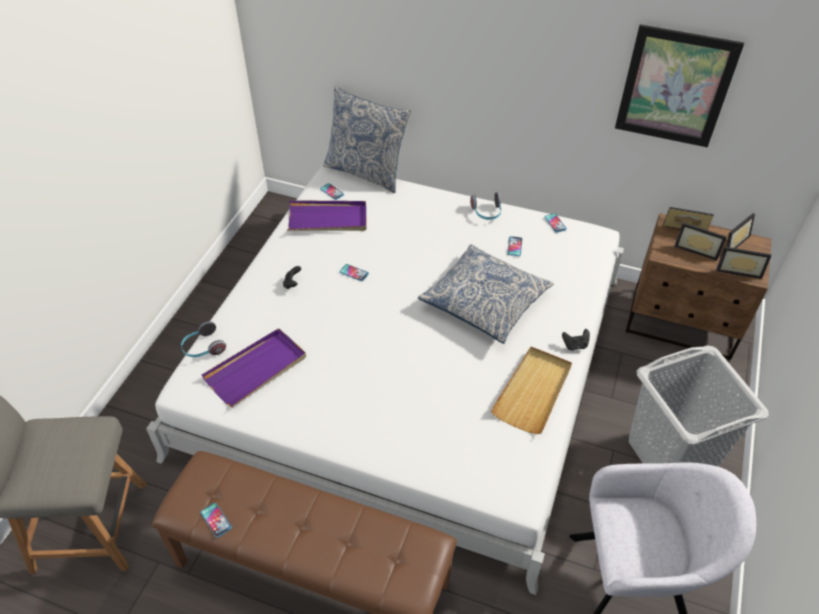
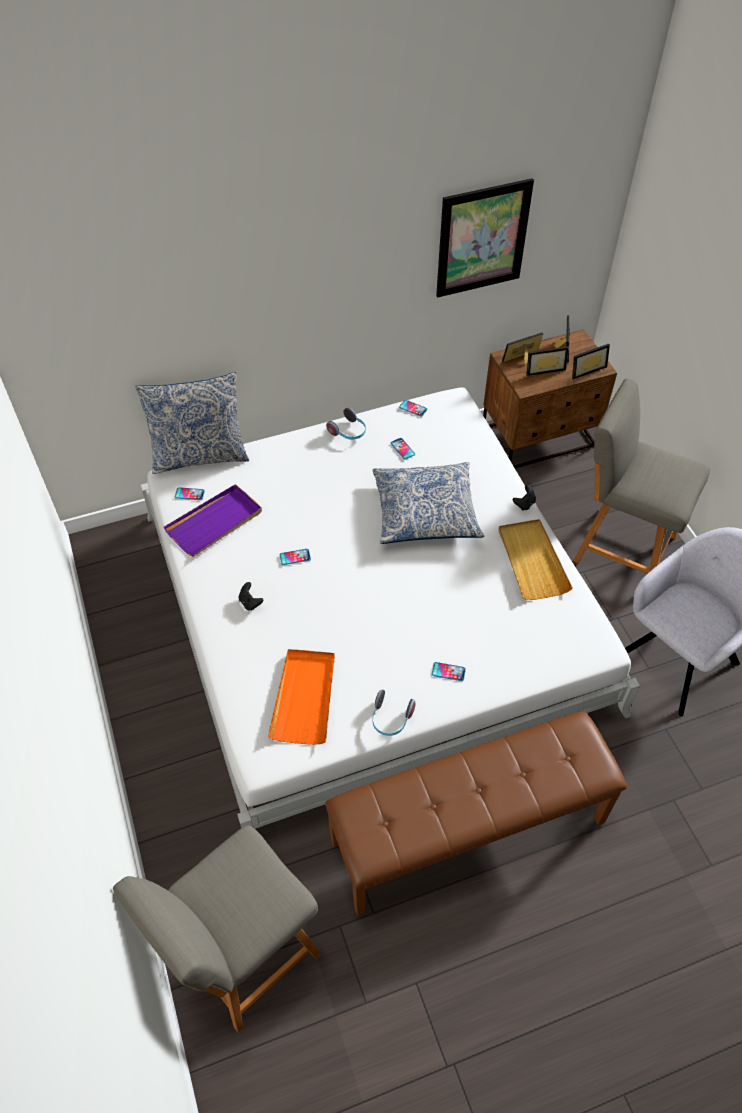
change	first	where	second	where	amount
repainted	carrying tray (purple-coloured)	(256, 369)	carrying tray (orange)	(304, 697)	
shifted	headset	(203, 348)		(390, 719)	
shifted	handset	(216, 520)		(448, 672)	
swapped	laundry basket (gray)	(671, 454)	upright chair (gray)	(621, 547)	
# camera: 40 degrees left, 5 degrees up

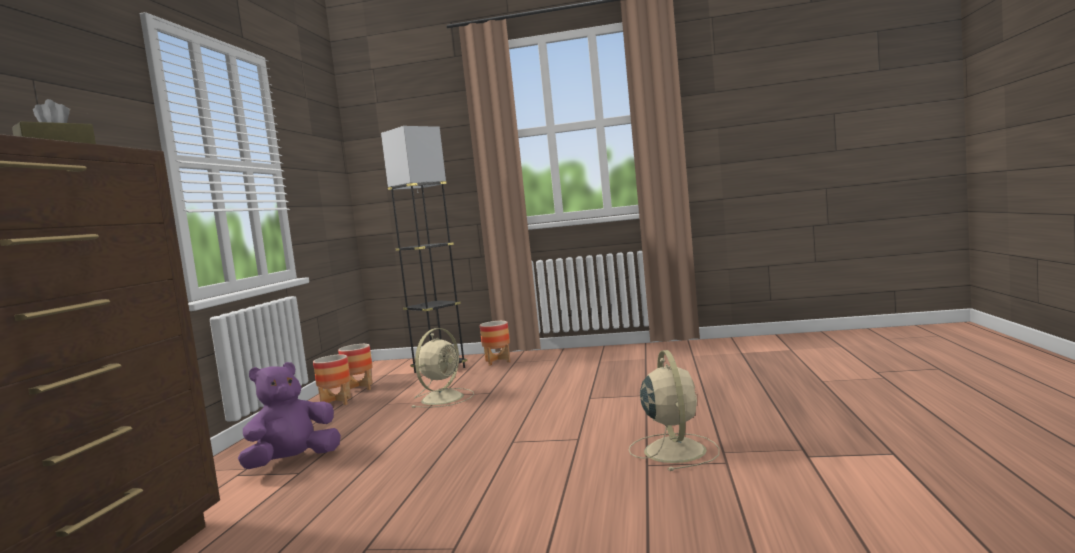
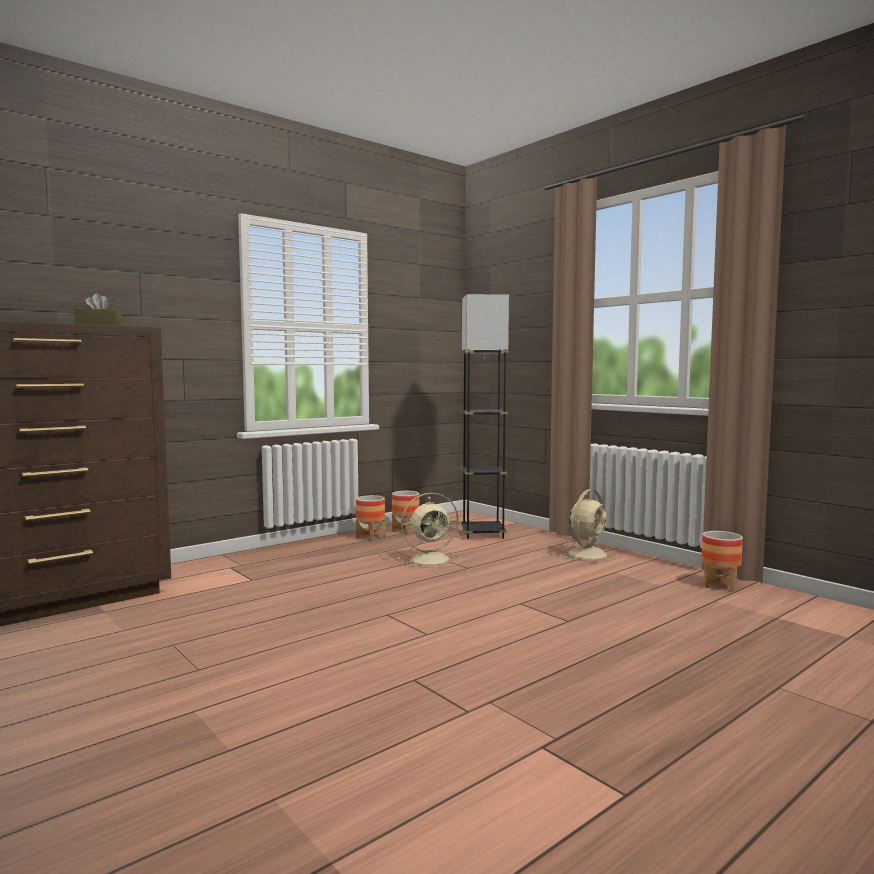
change	first	where	second	where	amount
shifted	electric fan (sand-coloured)	(674, 450)		(588, 554)	
shifted	flower pot	(498, 361)		(720, 585)	
gone	cuddly toy (purple-coloured)	(292, 461)			
# camera: 40 degrees right, 0 degrees up

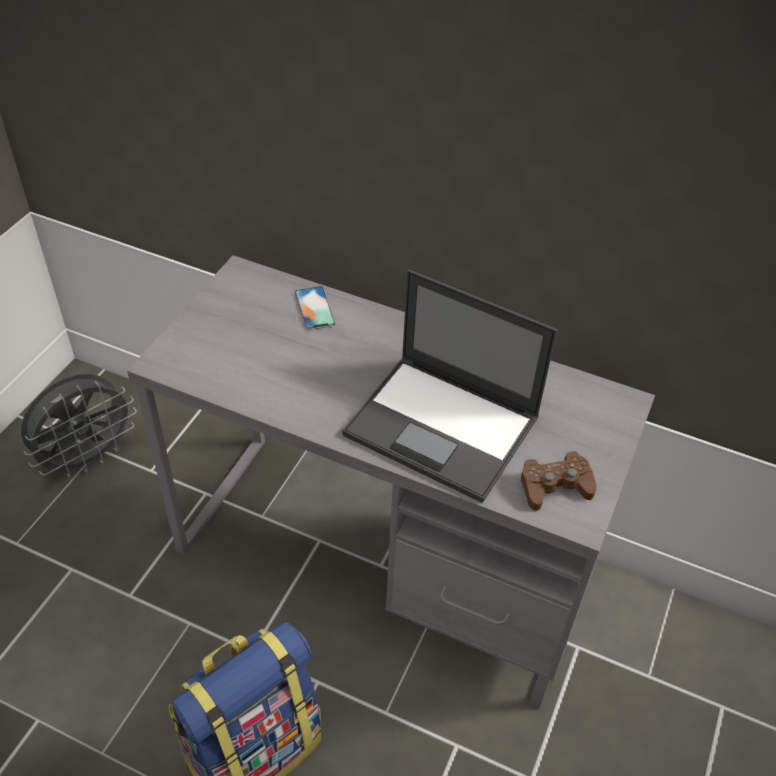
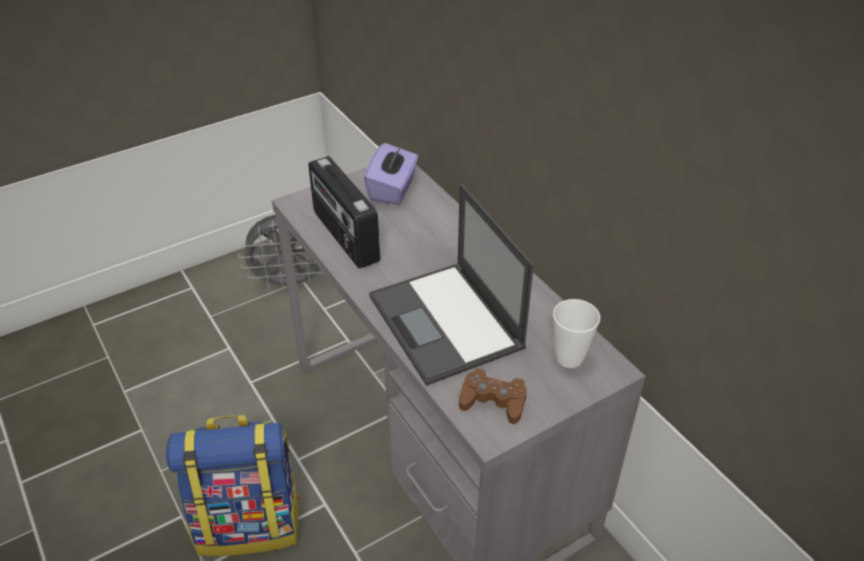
change	first	where	second	where	amount
new			radio set	(344, 237)	
new			box of tissues (purple-coloured)	(393, 189)	
new			cup	(569, 358)	
gone	handset	(314, 308)			
# camera: 35 degrees right, 5 degrees down

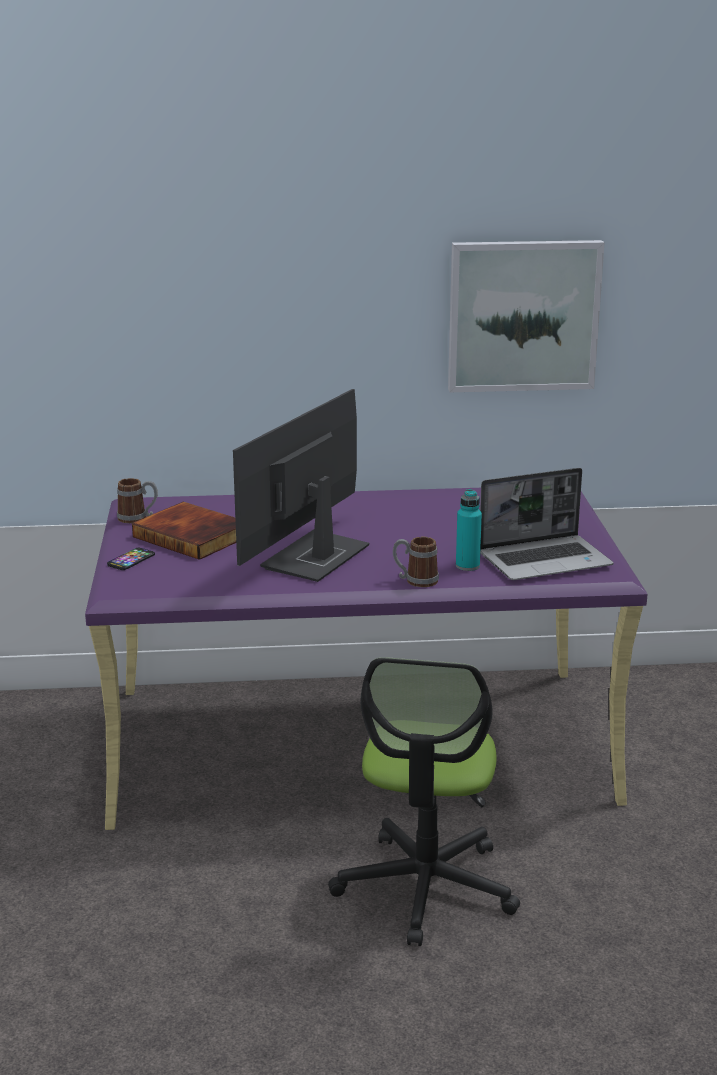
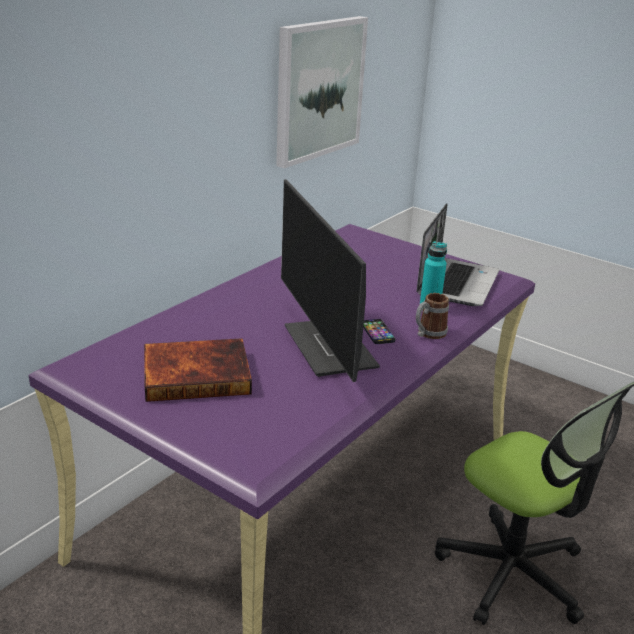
change	first	where	second	where	amount
shifted	handset	(131, 560)		(377, 332)	
gone	mug	(138, 518)			
# camera: 50 degrees left, 5 degrees up

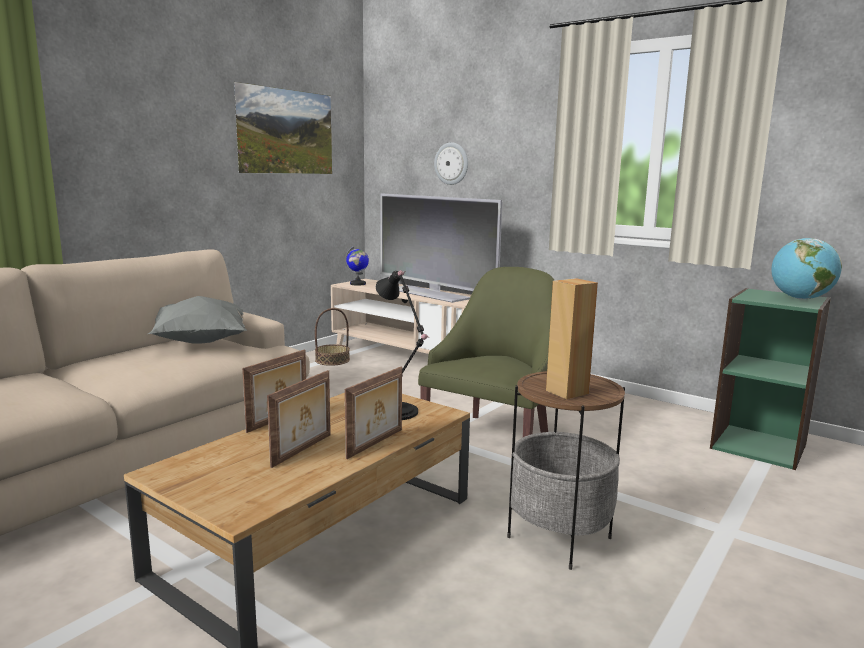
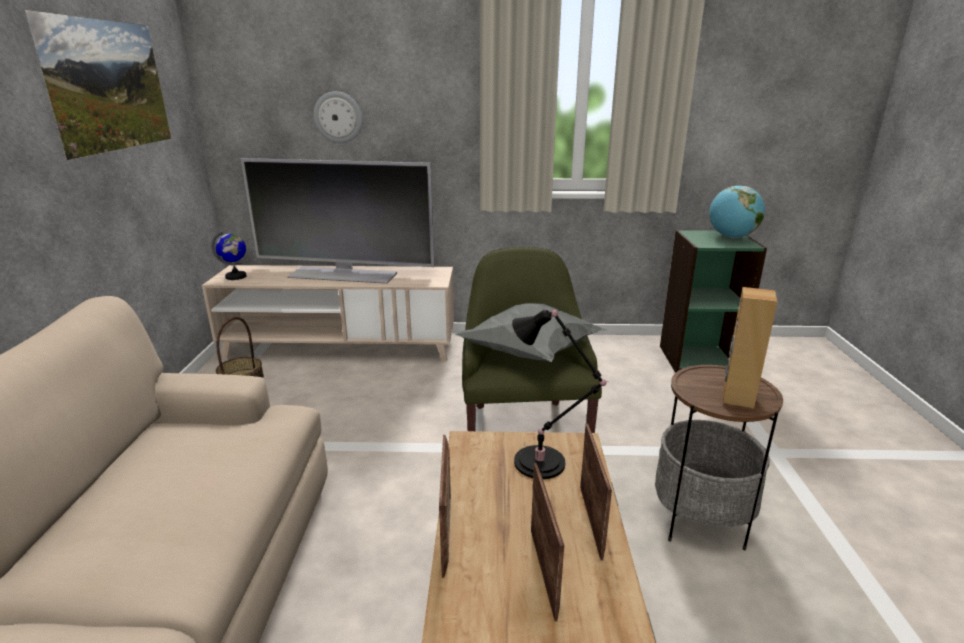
change	first	where	second	where	amount
shifted	cushion (gray)	(200, 344)		(532, 355)	
# camera: 35 degrees left, 10 degrees up

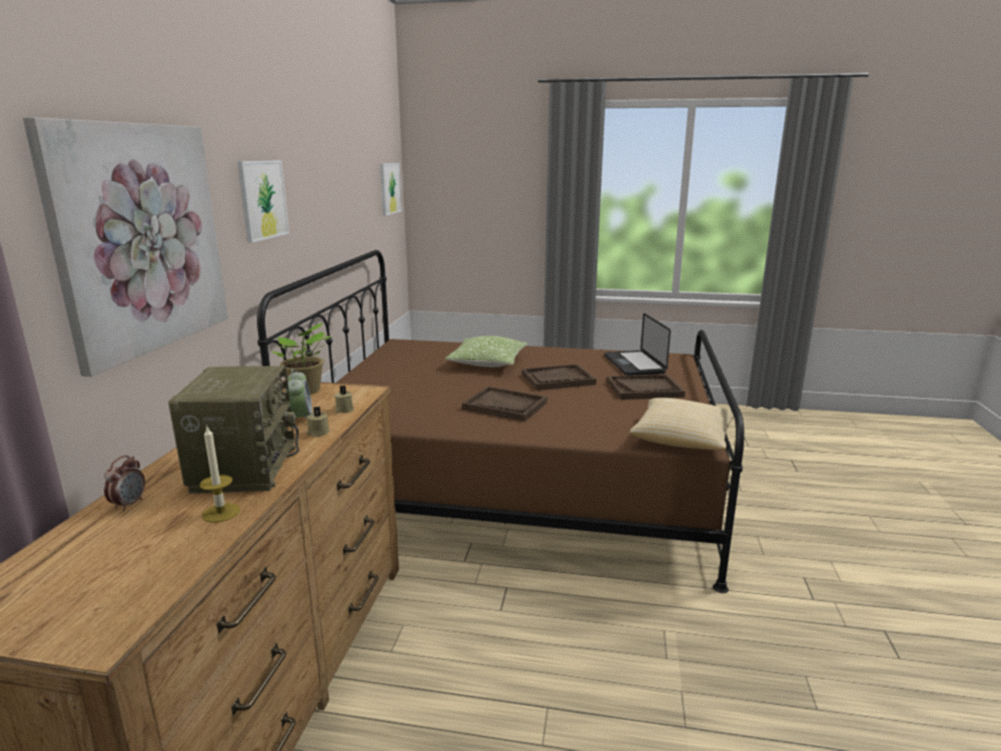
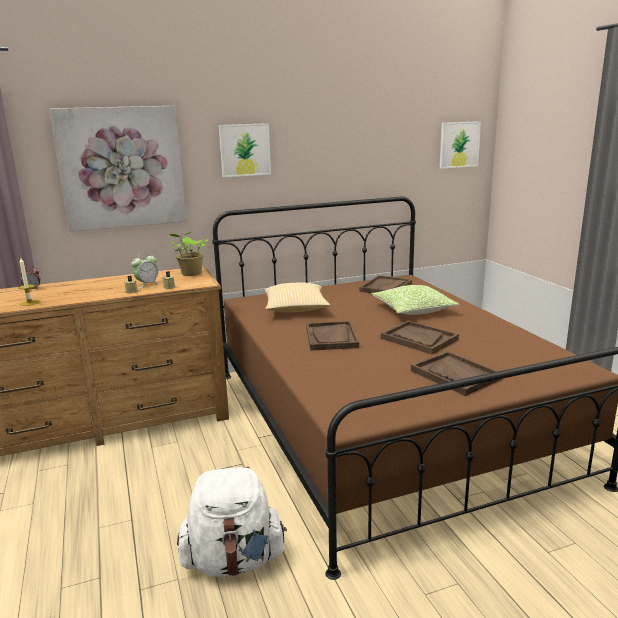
change	first	where	second	where	amount
new			backpack (whitish)	(233, 560)	
shifted	cushion	(682, 440)		(295, 309)	
new			carrying tray (brown-coloured)	(386, 287)	
gone	radio set	(243, 467)			
gone	portable computer	(634, 364)			
# camera: 60 degrees right, 0 degrees up

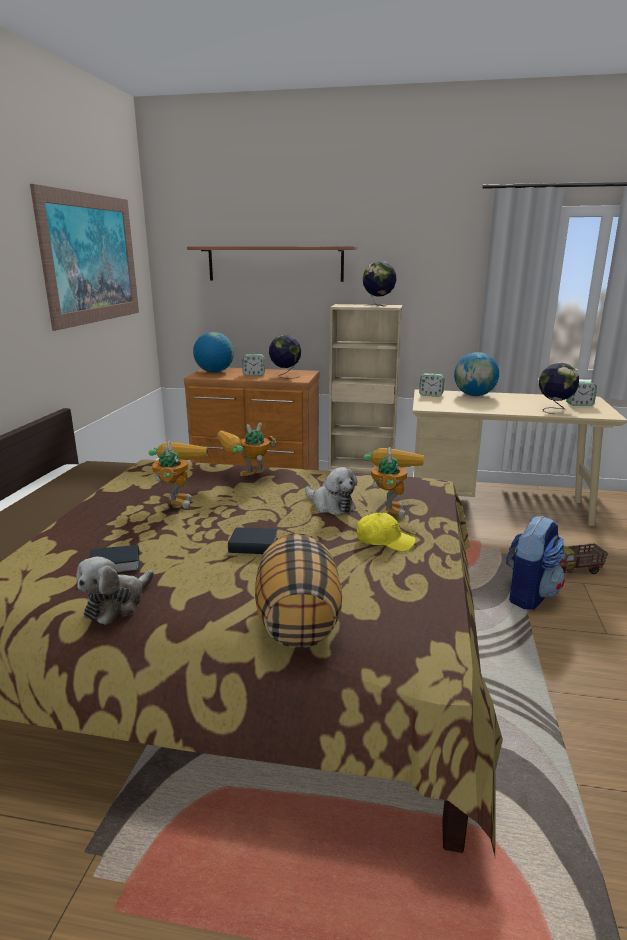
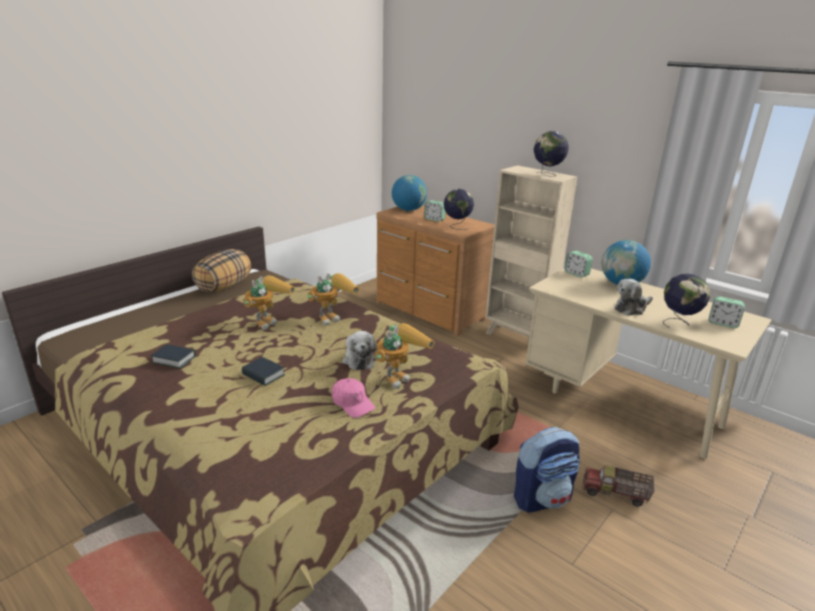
change	first	where	second	where	amount
shifted	cushion	(297, 620)		(224, 286)	
rotated	toy robot	(246, 479)		(333, 317)	135 degrees clockwise
repainted	baseball cap (yellow-coloured)	(384, 541)	baseball cap (pink-coloured)	(352, 403)	
shifted	cuddly toy	(117, 604)		(631, 308)	
gone	picture	(92, 258)			
gone	bracket shelf	(275, 263)			
# camera: 30 degrees right, 5 degrees up

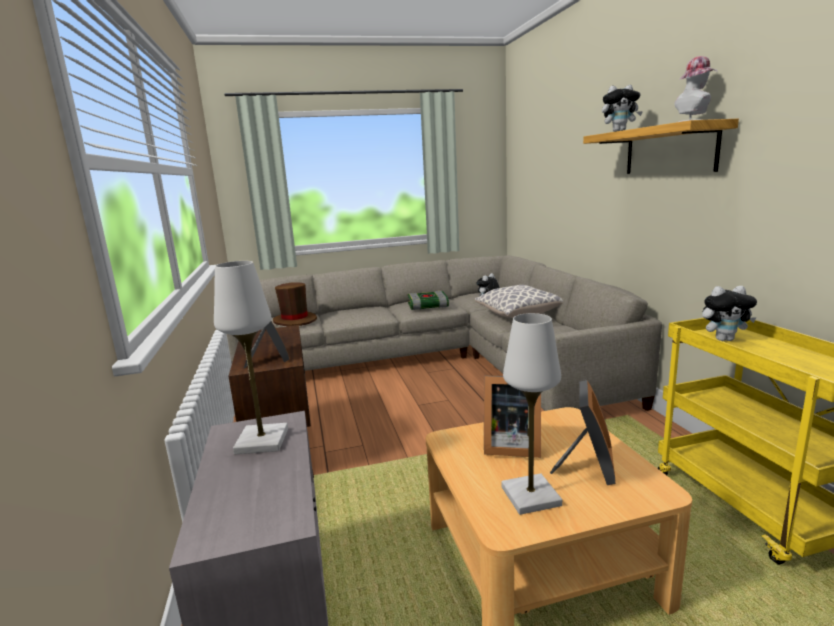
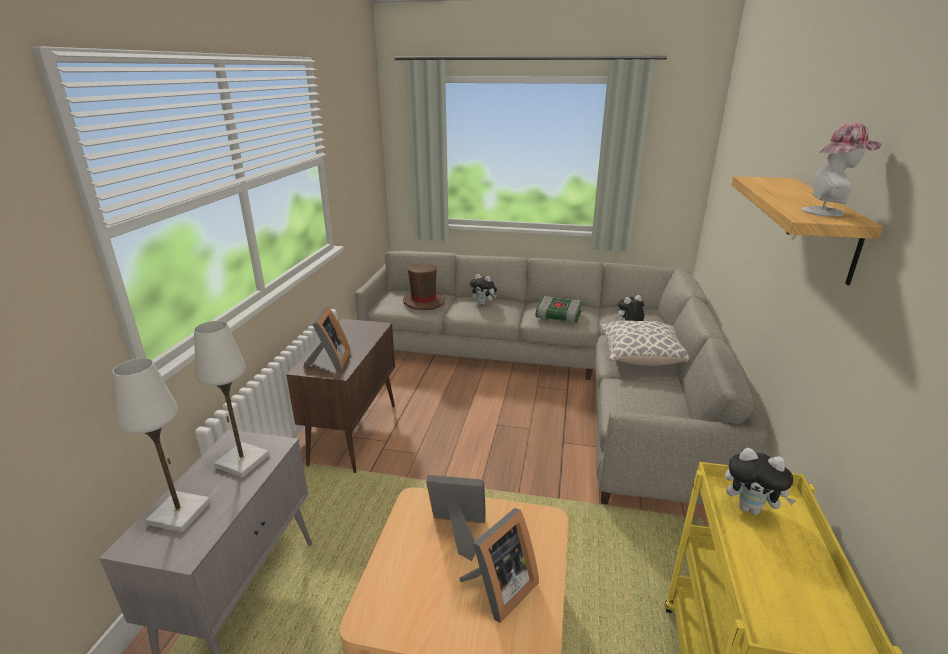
change	first	where	second	where	amount
shifted	table lamp (whitish)	(530, 496)		(179, 513)	
rotated	photo frame	(510, 445)		(458, 532)	150 degrees clockwise
shifted	cuddly toy	(619, 131)		(483, 304)	
# camera: 25 degrees right, 10 degrees up

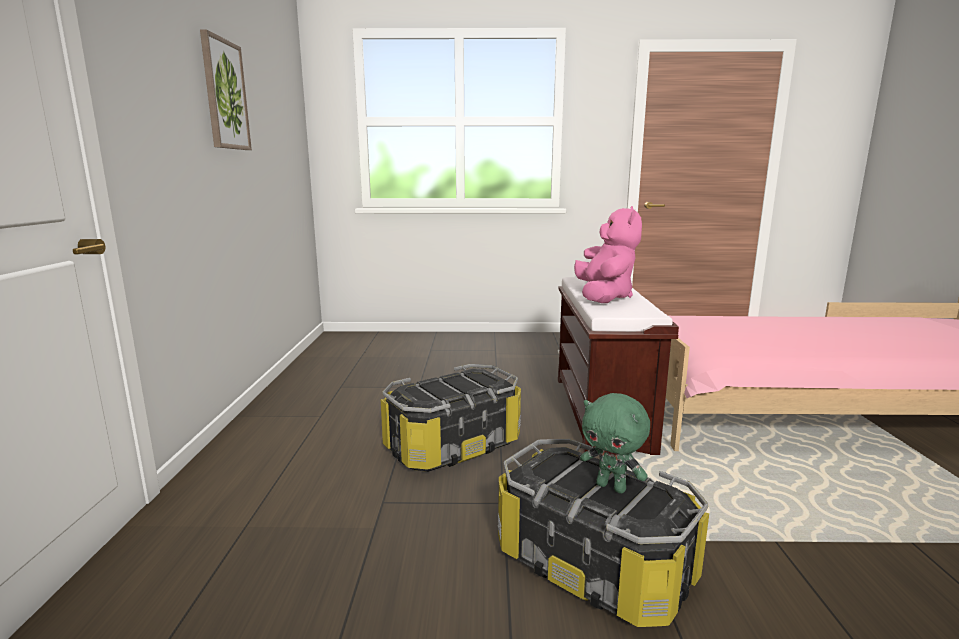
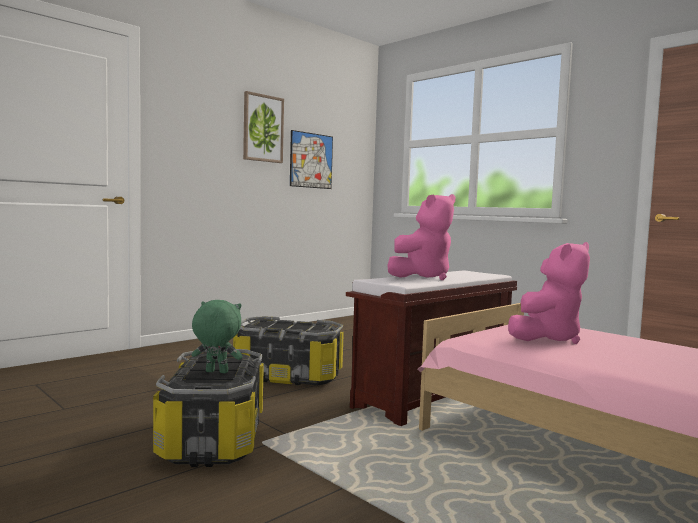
change	first	where	second	where	amount
rotated	cuddly toy (green-coloured)	(612, 487)		(216, 372)	105 degrees clockwise
new			picture	(311, 160)	
new			cuddly toy (pink-coloured)	(547, 338)	
# camera: 45 degrees right, 10 degrees down

